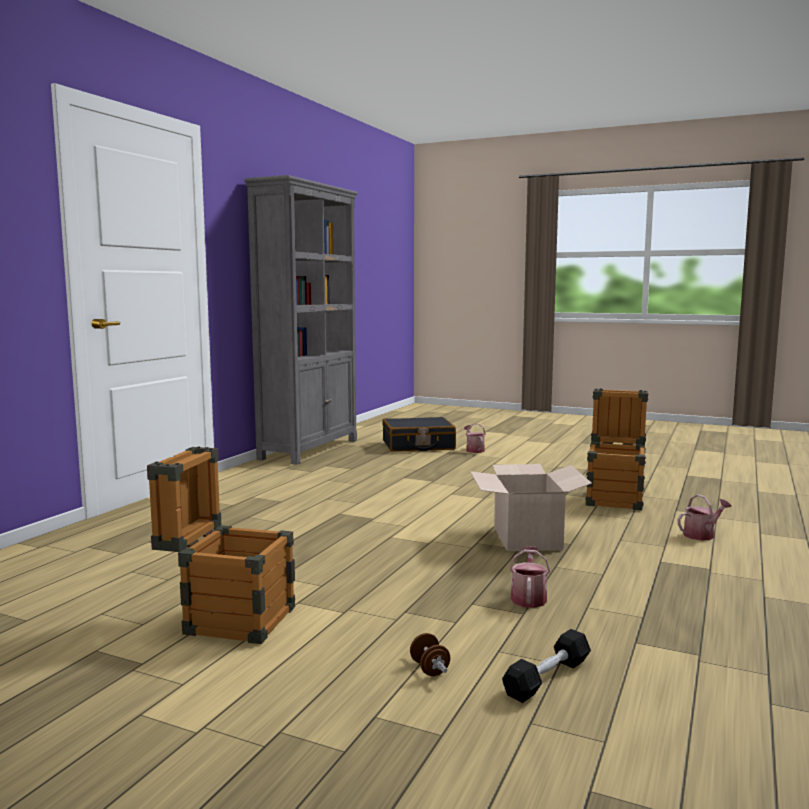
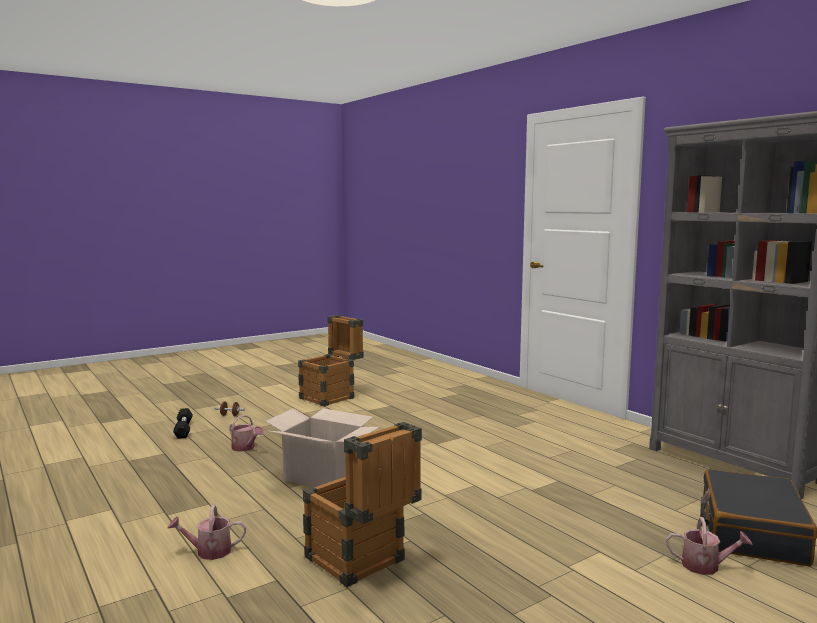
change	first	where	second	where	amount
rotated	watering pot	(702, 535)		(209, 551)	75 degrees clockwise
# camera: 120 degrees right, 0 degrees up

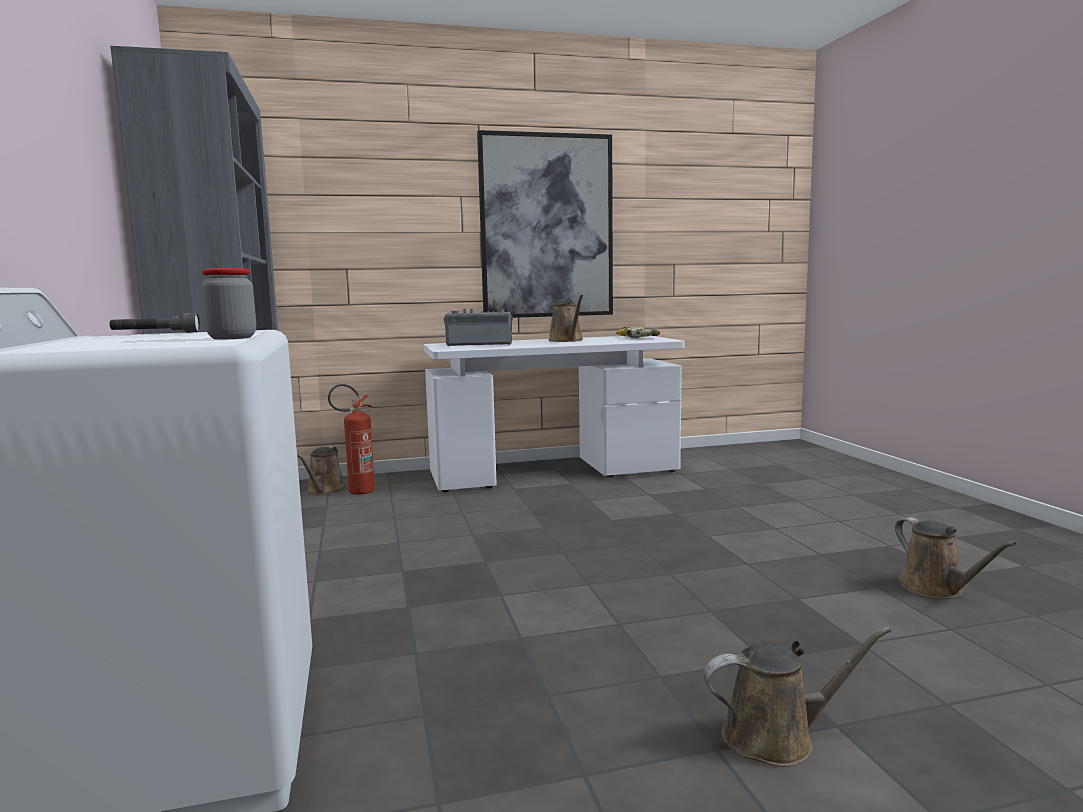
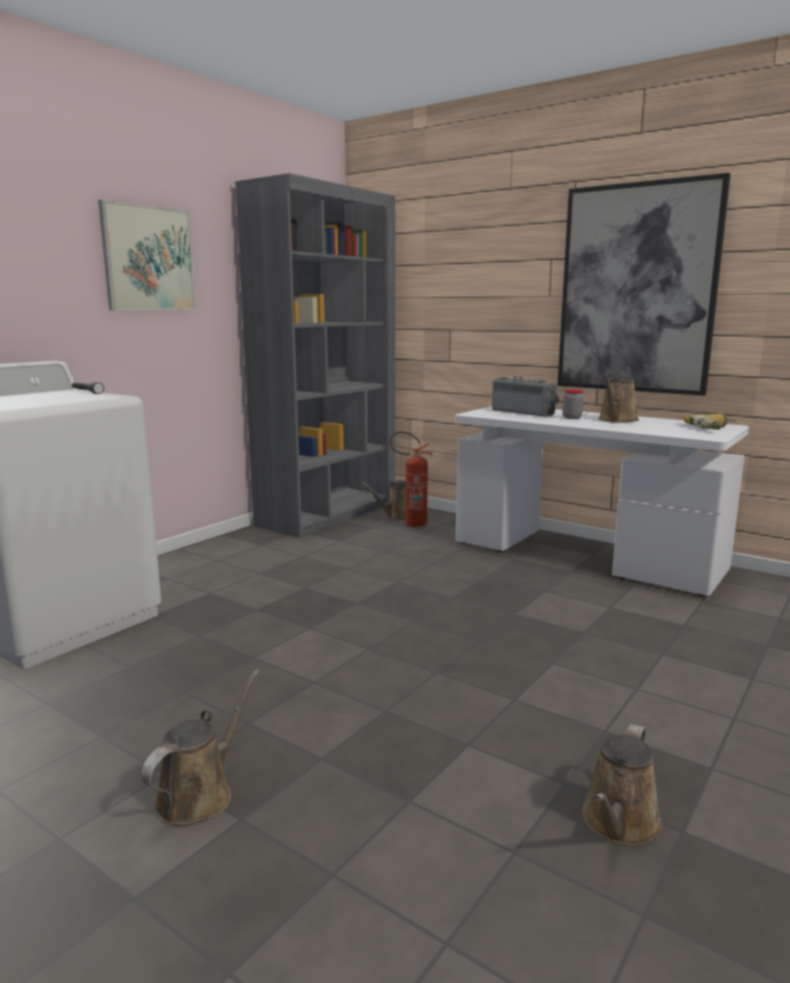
change	first	where	second	where	amount
new			picture	(149, 259)	
rotated	watering pot (brown-coloured)	(776, 737)		(200, 795)	105 degrees counterclockwise
shifted	jar	(232, 338)		(571, 418)	
# camera: 50 degrees right, 5 degrees up

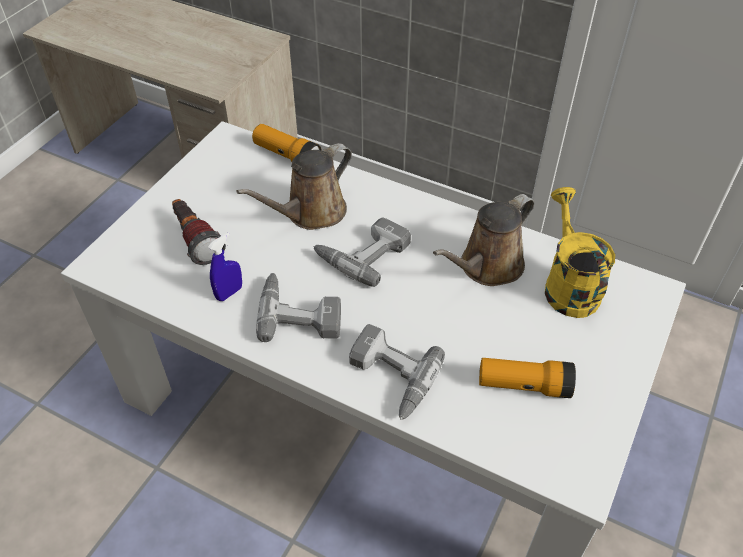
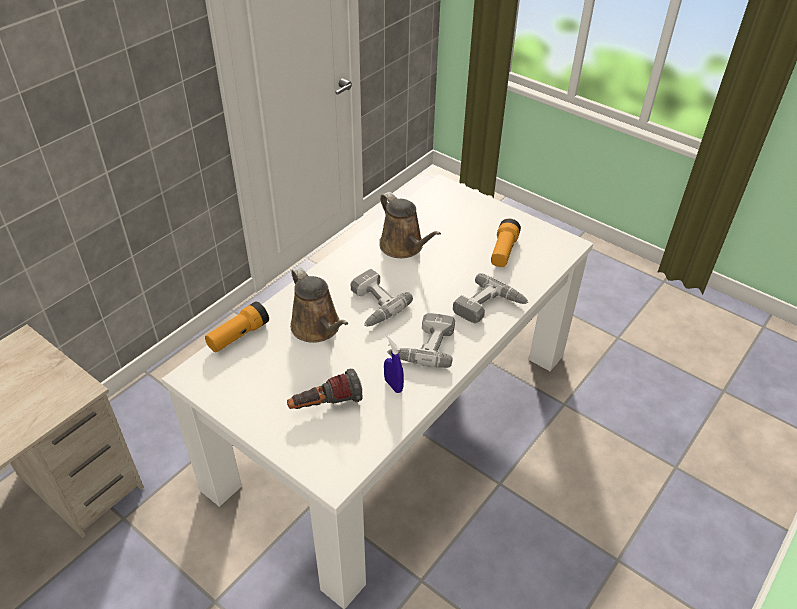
change	first	where	second	where	amount
gone	watering pot (yellow-coloured)	(568, 285)			
# camera: 80 degrees left, 5 degrees down

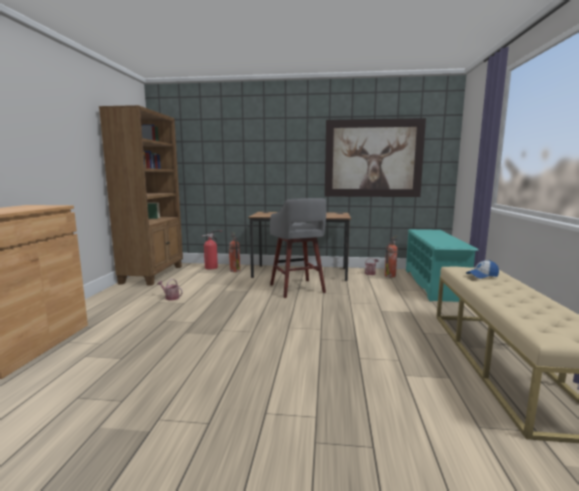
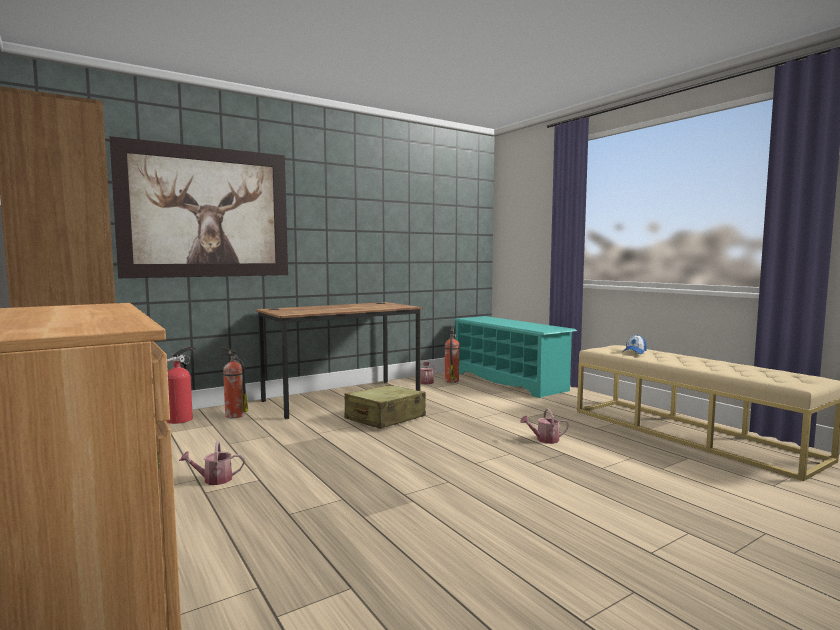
change	first	where	second	where	amount
shifted	picture	(373, 158)		(206, 212)	
swapped	stool (gray)	(297, 289)	piece of luggage (sand-coloured)	(385, 418)	
new			watering pot	(544, 440)	
# camera: 40 degrees left, 5 degrees down

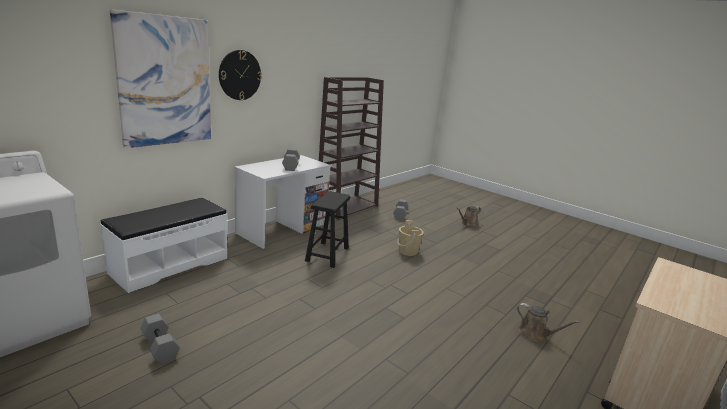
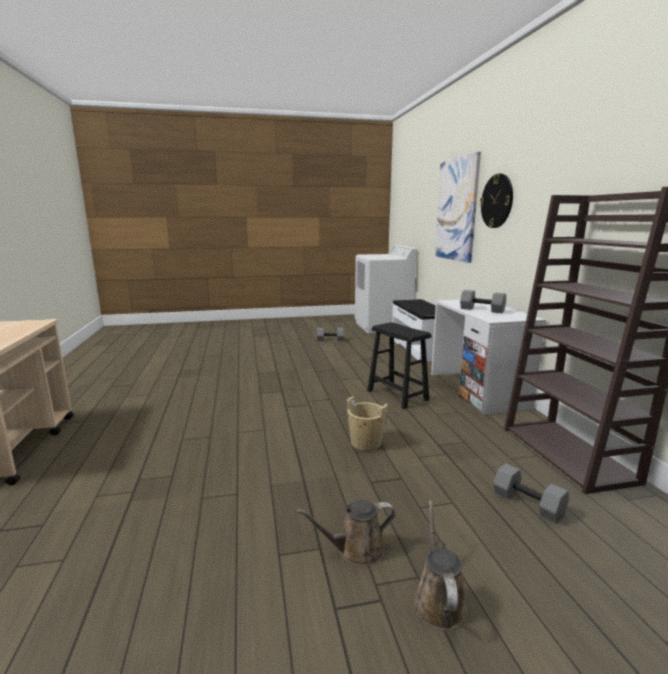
change	first	where	second	where	amount
shifted	watering pot (brown-coloured)	(535, 334)		(356, 550)	
# camera: 130 degrees right, 5 degrees down

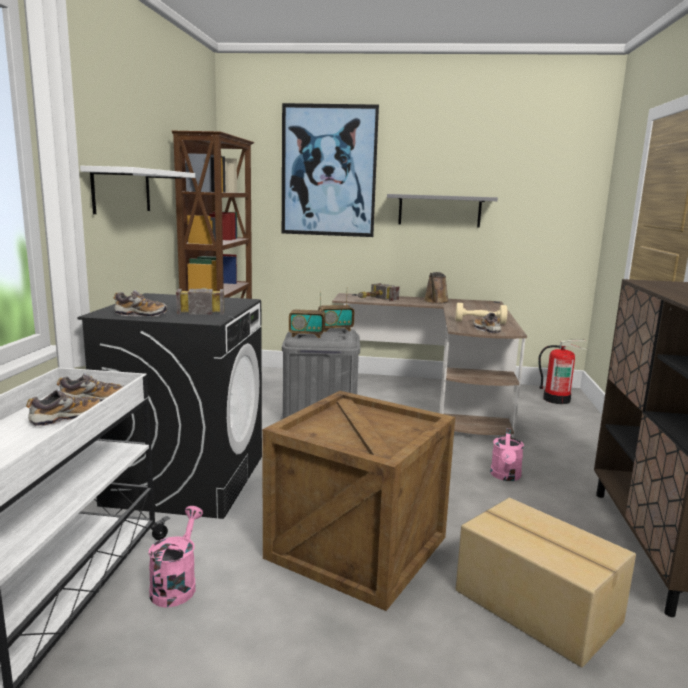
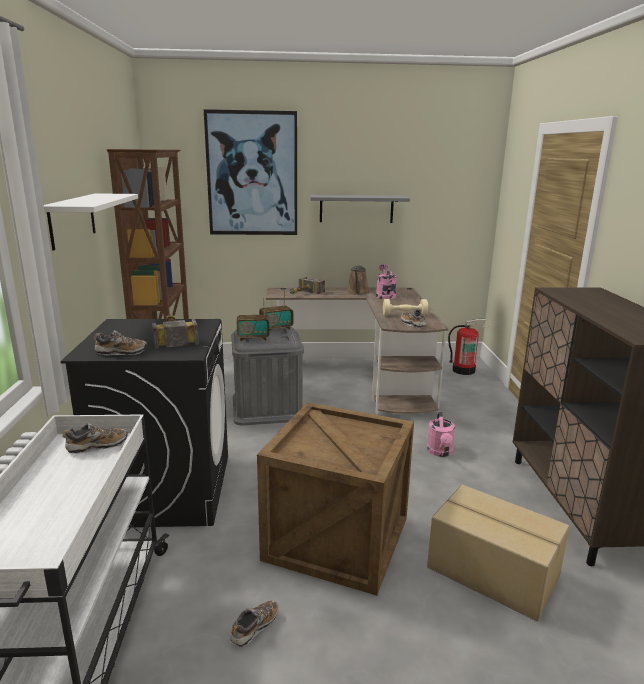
change	first	where	second	where	amount
shifted	item of footwear	(65, 418)		(254, 628)	
shifted	watering pot (pink-coloured)	(176, 584)		(385, 295)	
# camera: 10 degrees left, 5 degrees up

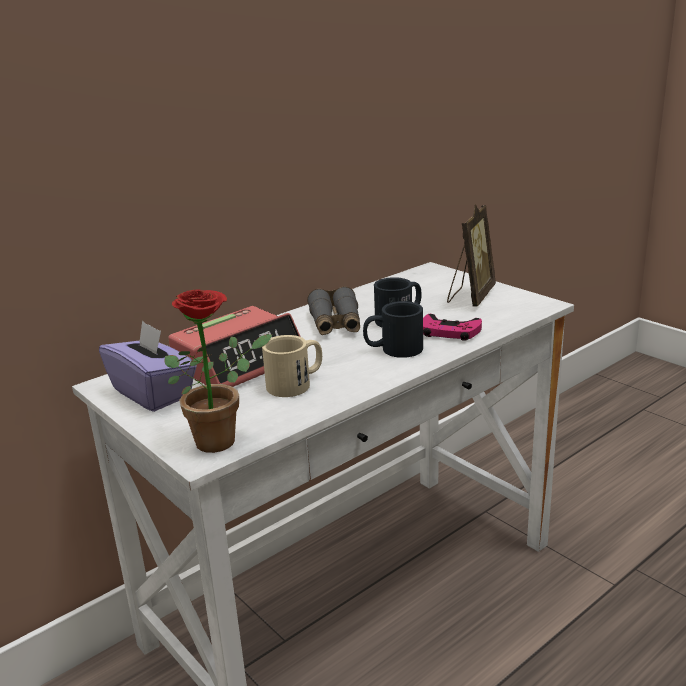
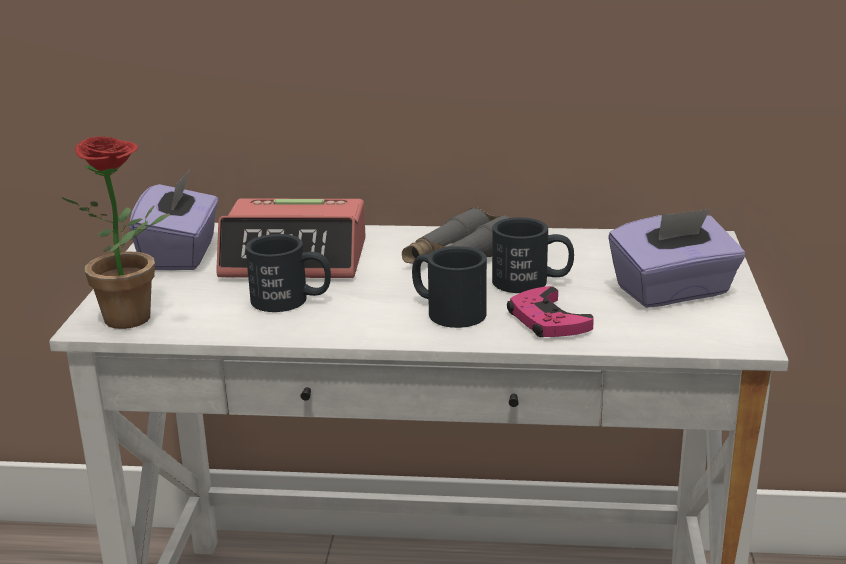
change	first	where	second	where	amount
repainted	mug (sand-coloured)	(296, 383)	mug (black)	(291, 300)	
swapped	photo frame	(470, 297)	box of tissues (purple-coloured)	(673, 292)	
# camera: 45 degrees right, 0 degrees up

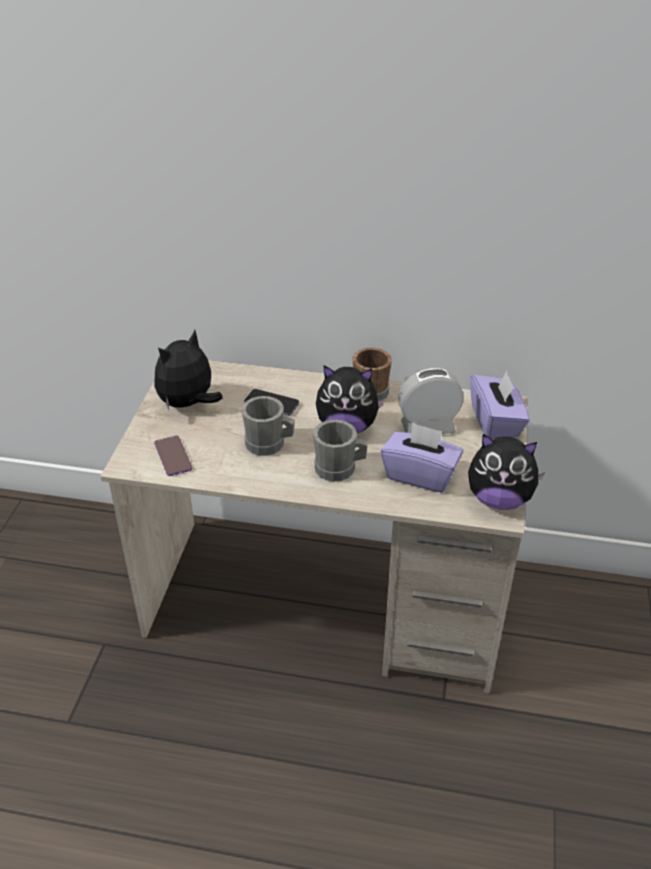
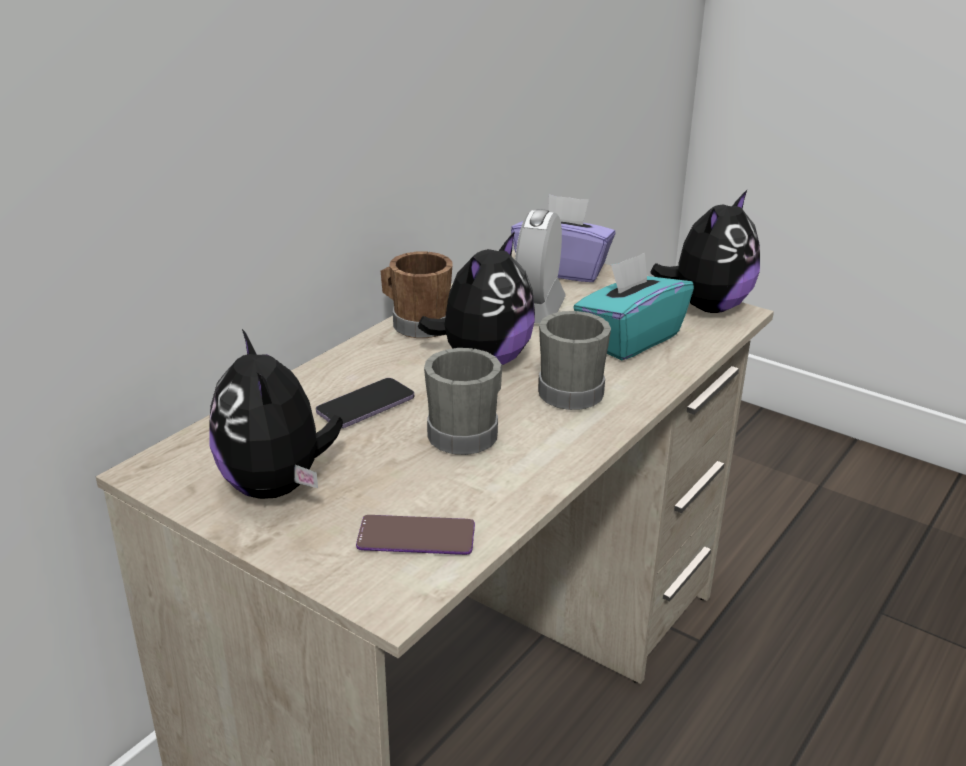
change	first	where	second	where	amount
repainted	box of tissues (purple-coloured)	(420, 475)	box of tissues (turquoise-coloured)	(629, 339)	
# camera: 65 degrees left, 10 degrees down

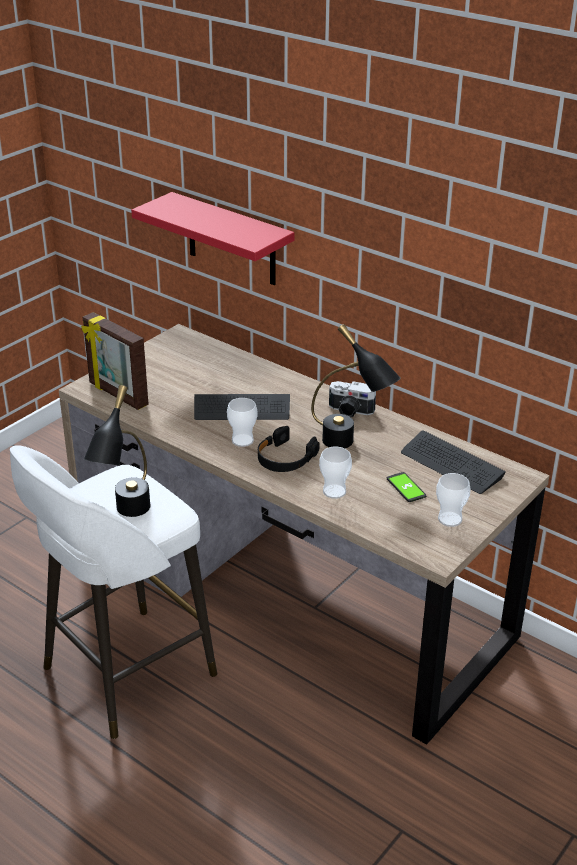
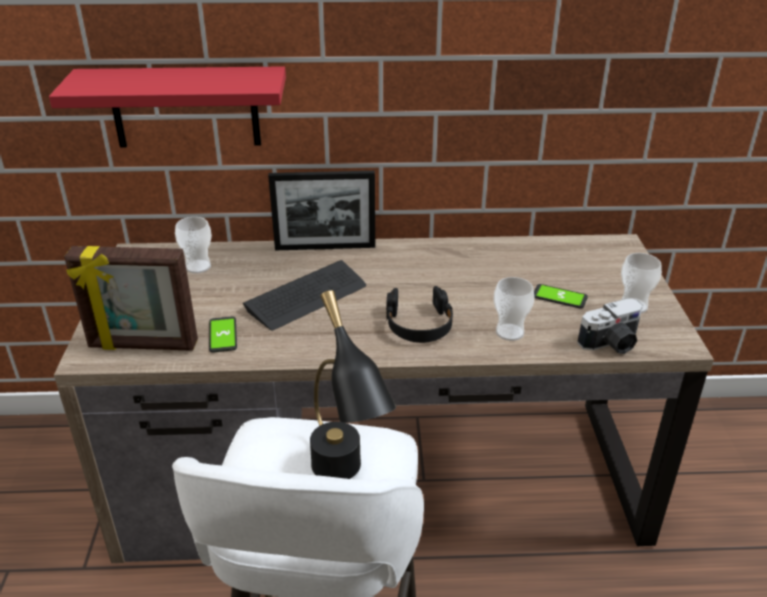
change	first	where	second	where	amount
shifted	cup	(242, 440)		(198, 266)	
new			handset	(223, 335)	
new			photo frame	(325, 247)	
shifted	still camera	(350, 411)		(612, 344)	
gone	table lamp (black)	(350, 446)			
gone	PC keyboard	(451, 464)			
# camera: 40 degrees left, 0 degrees up

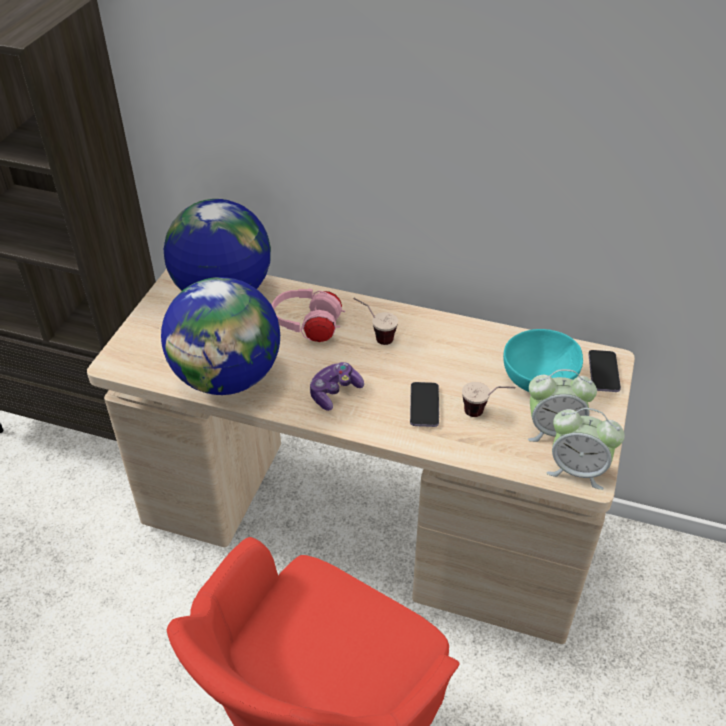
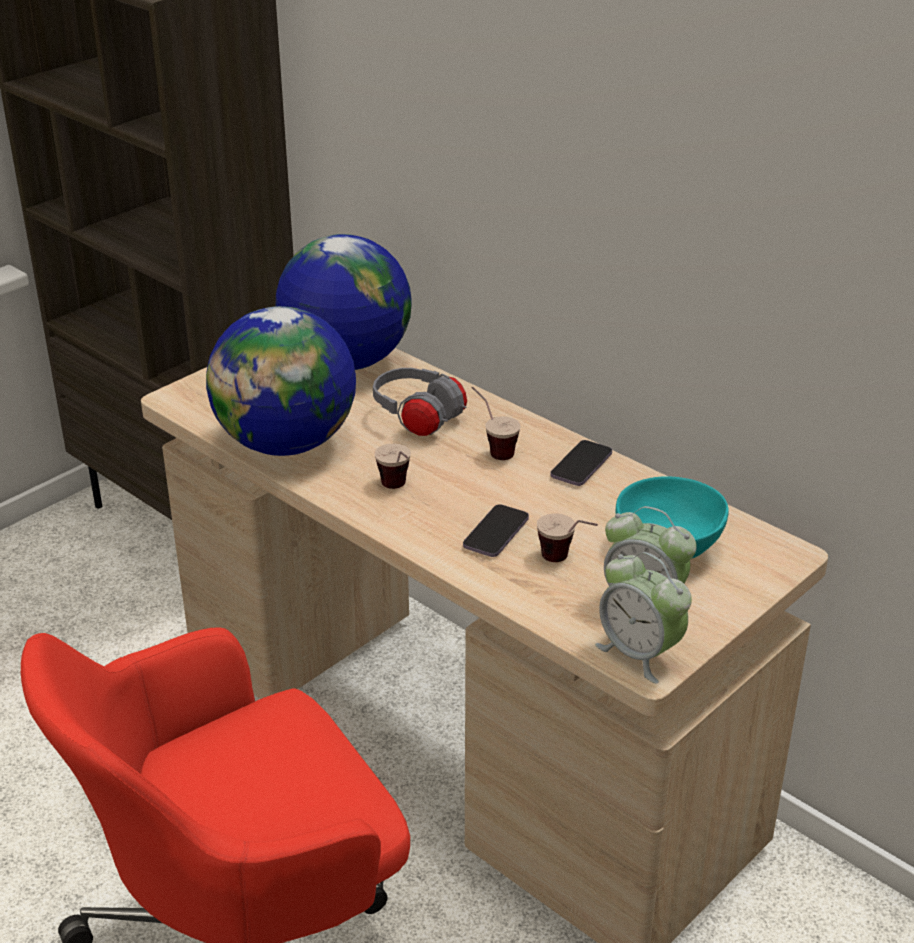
change	first	where	second	where	amount
repainted	headset (pink-coloured)	(308, 327)	headset (gray)	(418, 419)	
swapped	game controller	(334, 392)	cup	(398, 490)	
shifted	handset	(603, 372)		(581, 465)	
# camera: 25 degrees right, 10 degrees down

